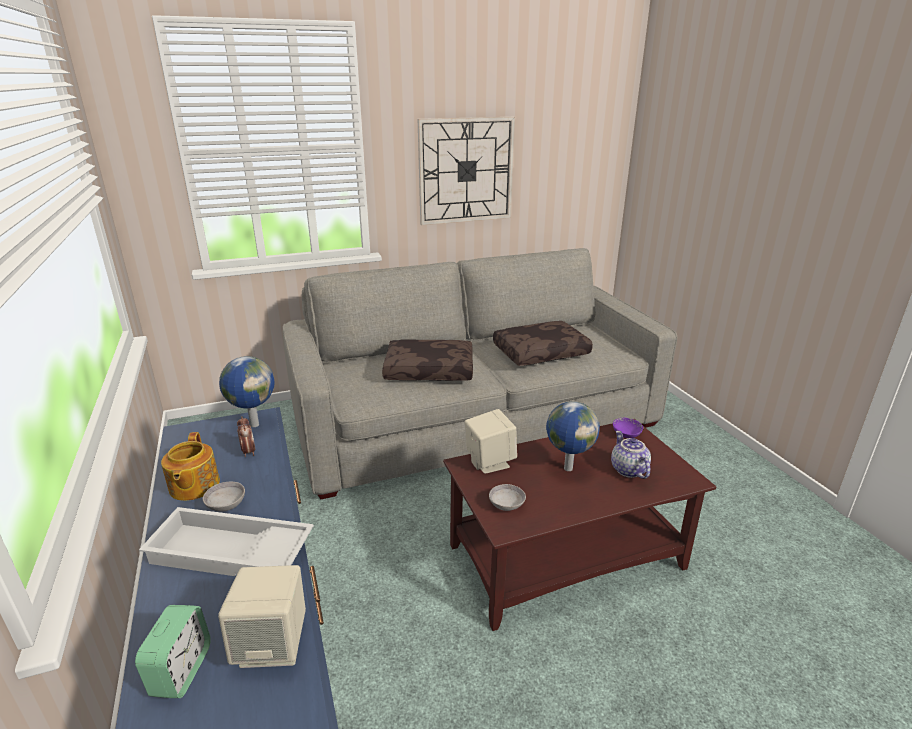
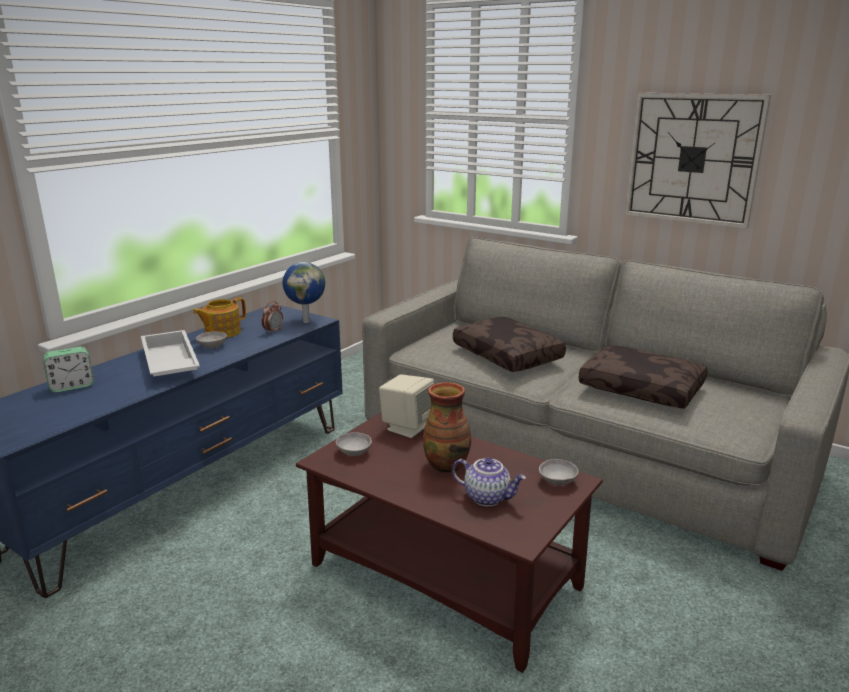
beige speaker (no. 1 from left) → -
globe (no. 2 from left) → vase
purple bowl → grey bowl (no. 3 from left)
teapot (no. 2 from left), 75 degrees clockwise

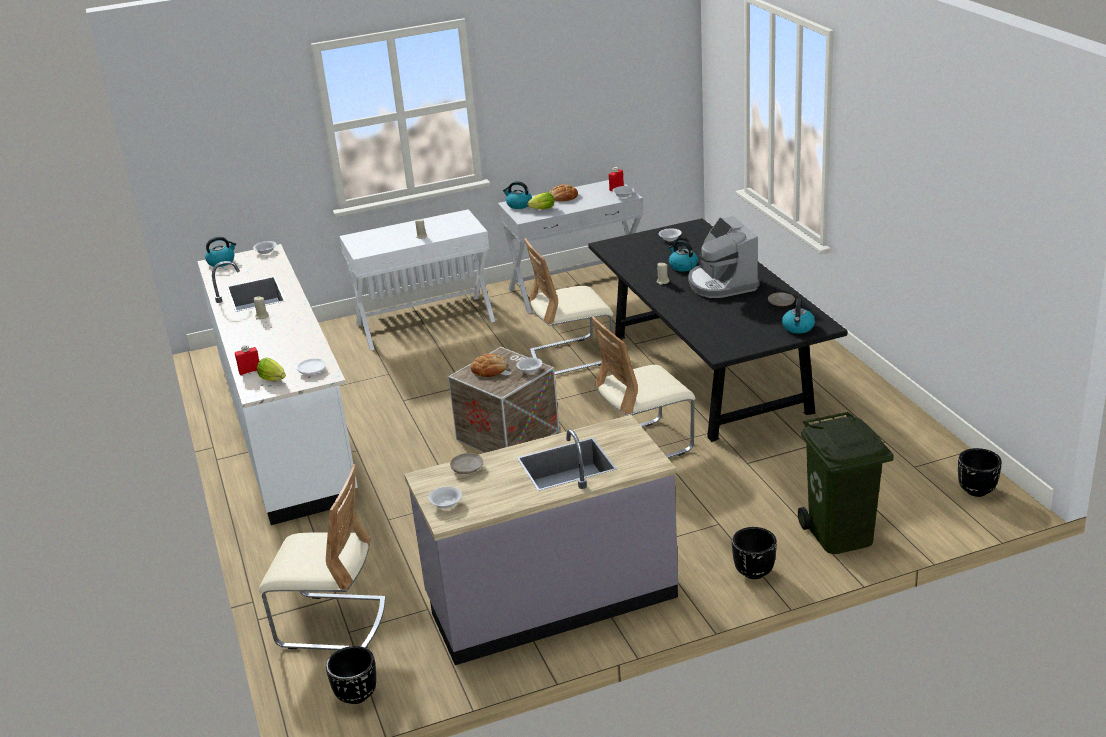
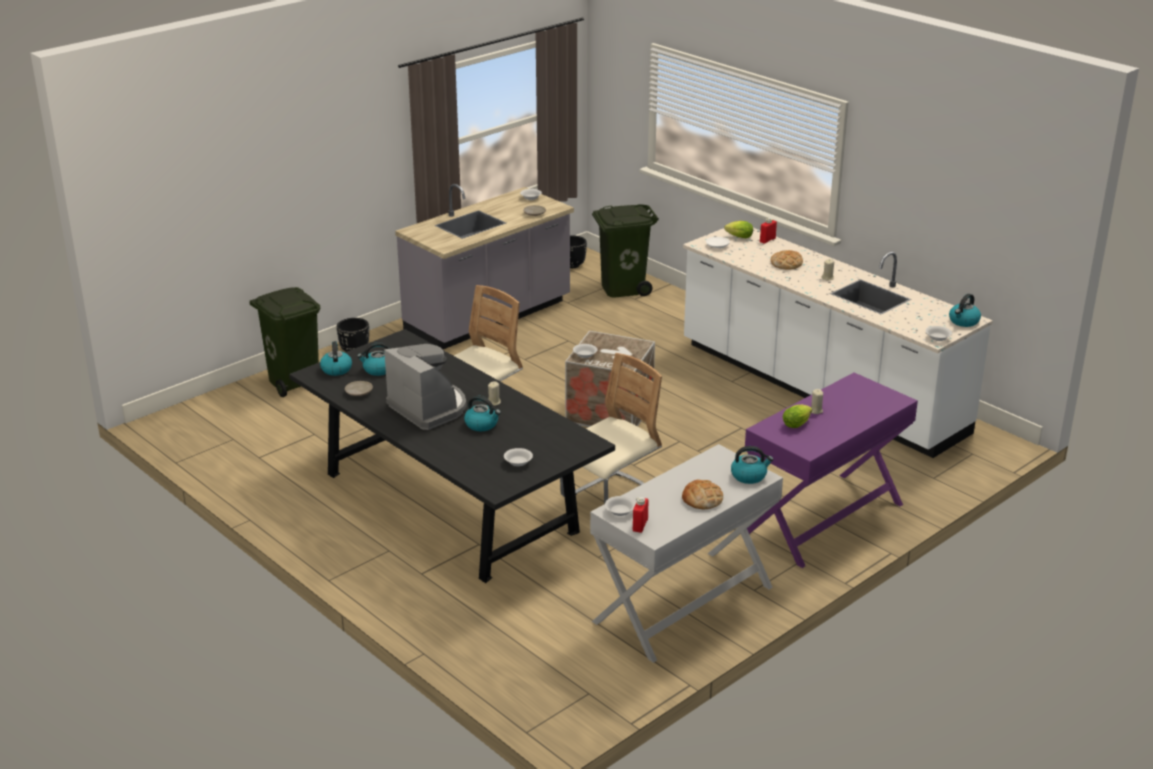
black planter (no. 3 from left) → -
- → kettle (no. 2 from left)
bread (no. 1 from left in the first image) → bread (no. 2 from left), shifted
lettuce (no. 2 from left), shifted
beige chair (no. 1 from left) → green trash can (no. 2 from left)
white console table (no. 1 from left) → purple console table

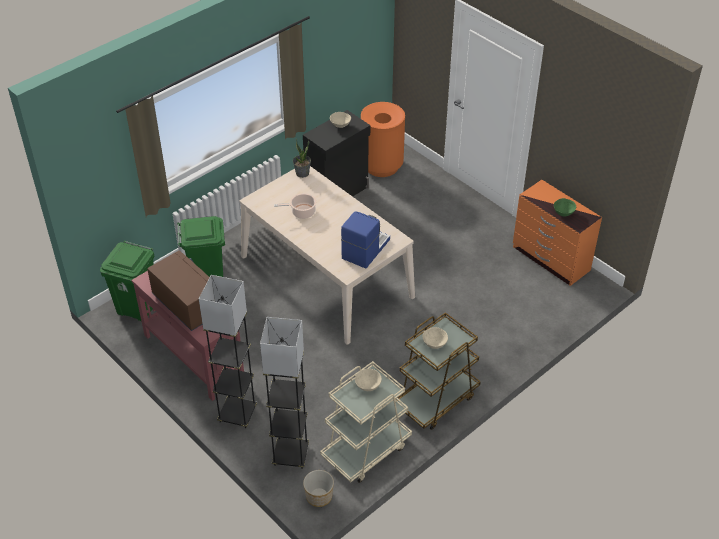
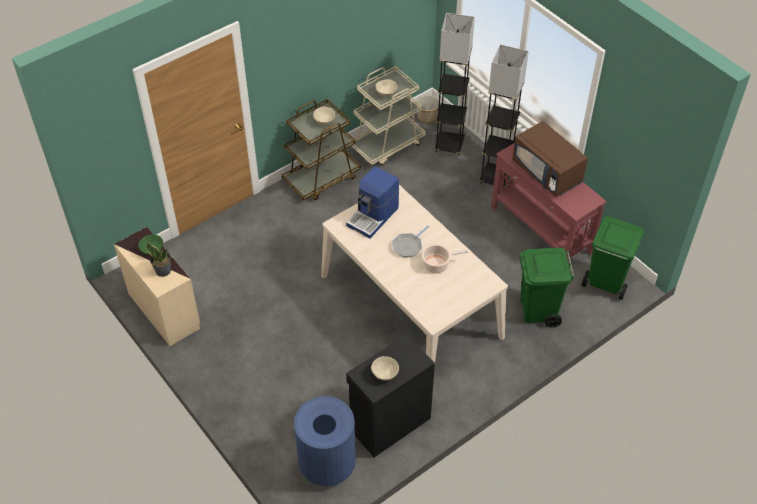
- → frying pan
potted plant, shifted
orange trash can → blue trash can
orange dresser → beige dresser

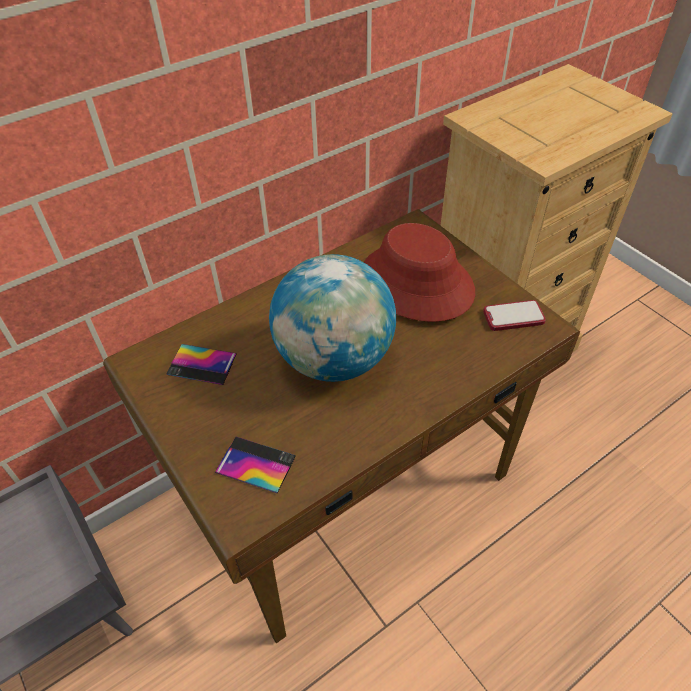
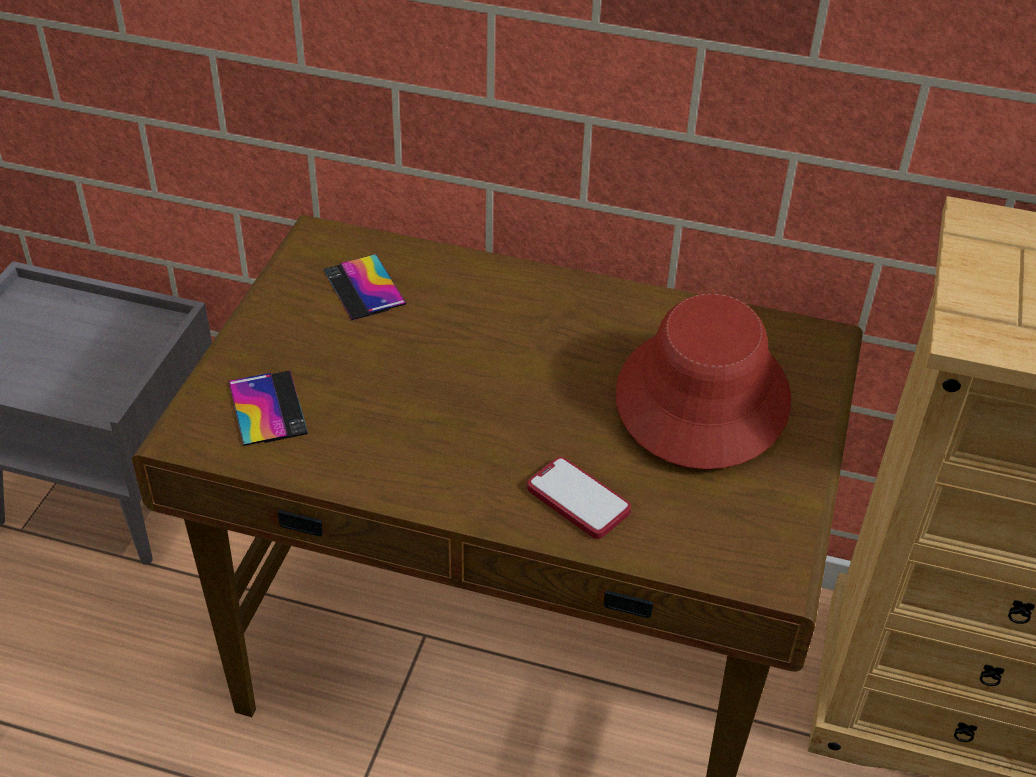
globe → -
phone (no. 3 from left), shifted

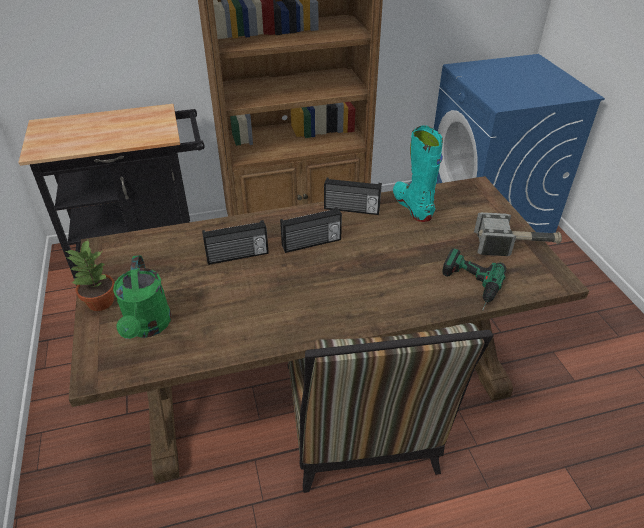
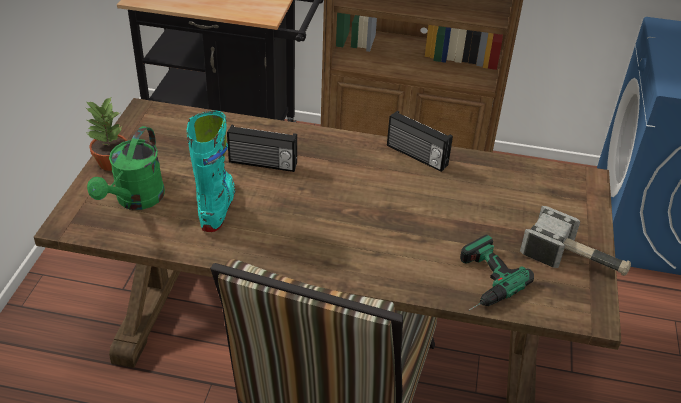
radio (no. 2 from left) → -
turquoise boot, shifted

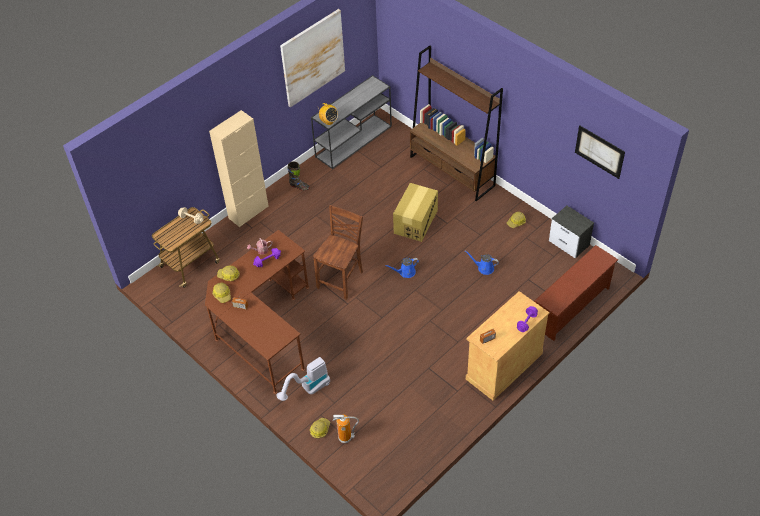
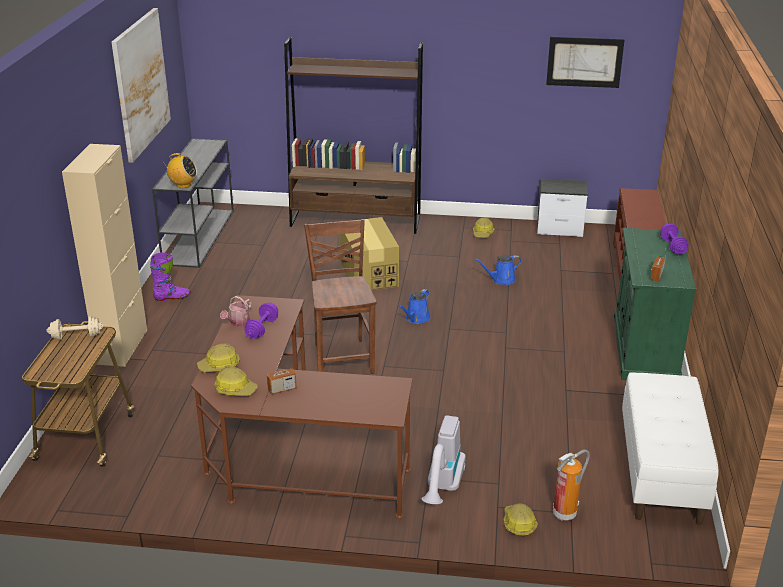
- → white bench
black boot → purple boot
beige cabinet (no. 2 from left) → green cabinet

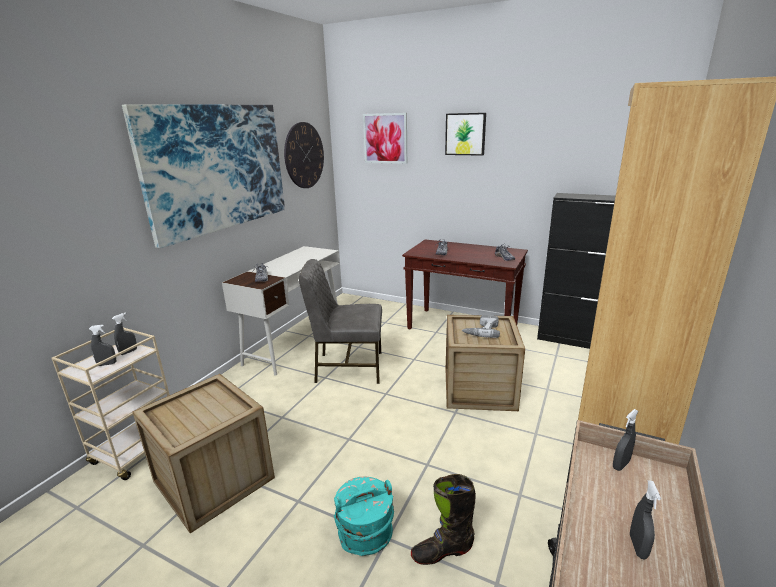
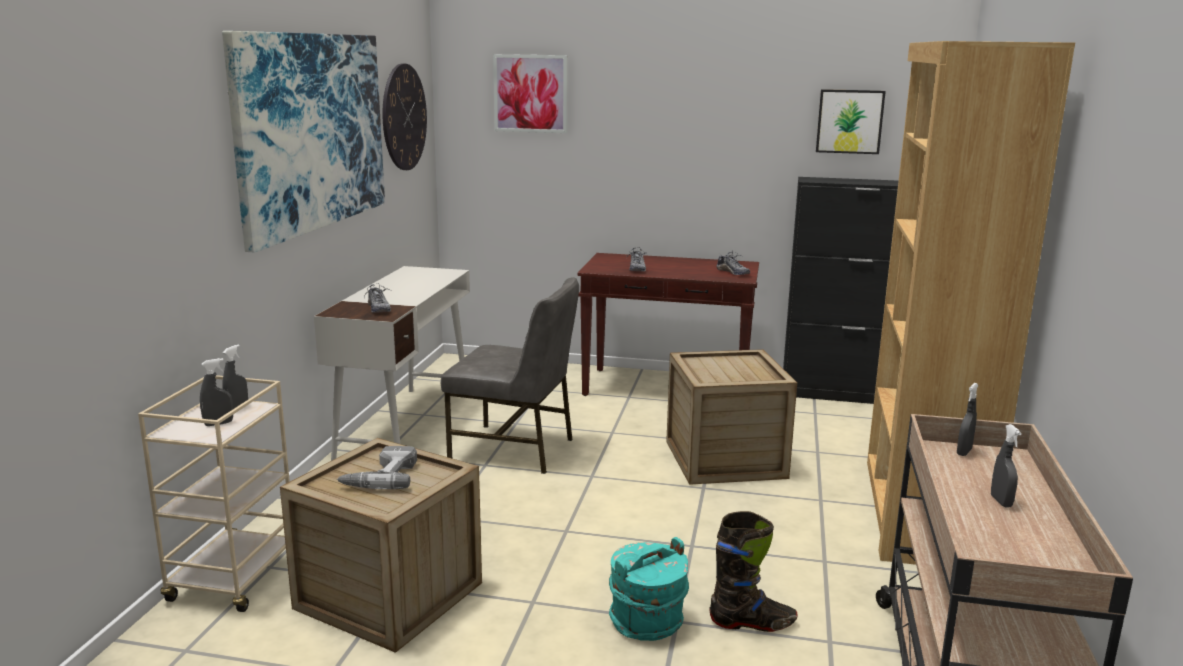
picture (no. 3 from left), shifted
power drill, shifted
grey chair, 150 degrees counterclockwise
black boot, 150 degrees counterclockwise

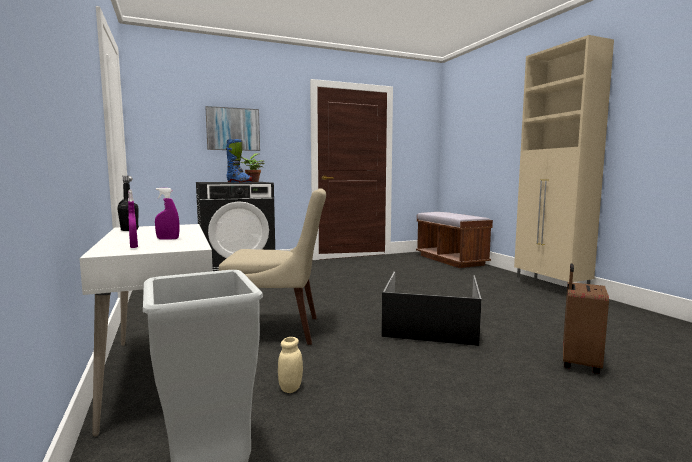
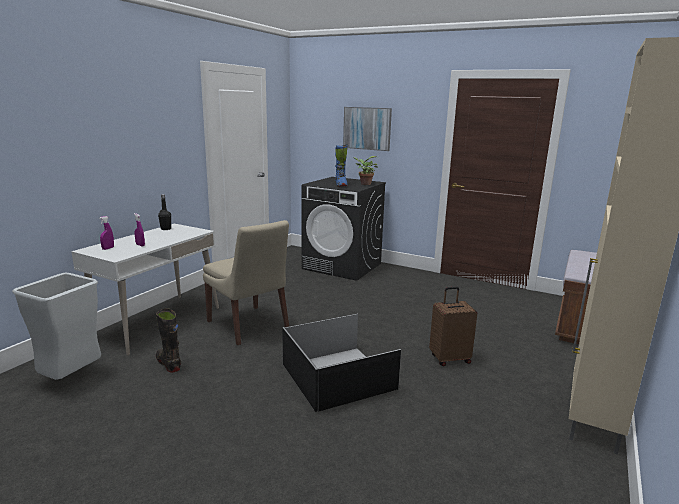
brown suitcase, shifted
beige jar → black boot

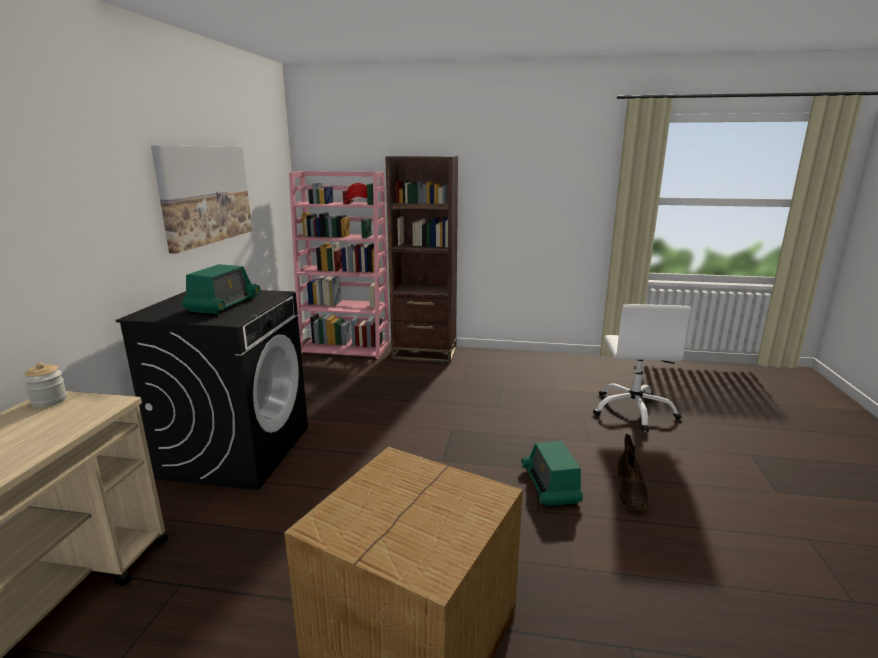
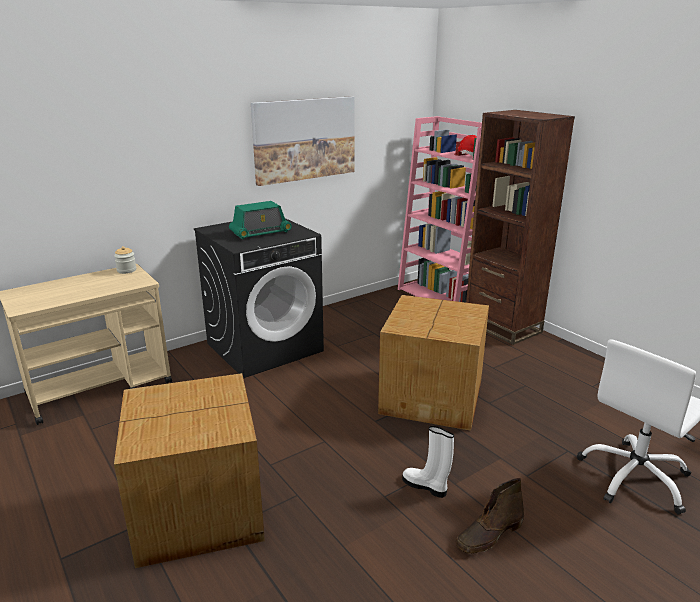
- → cardboard box (no. 2 from left)
radio (no. 2 from left) → white boot

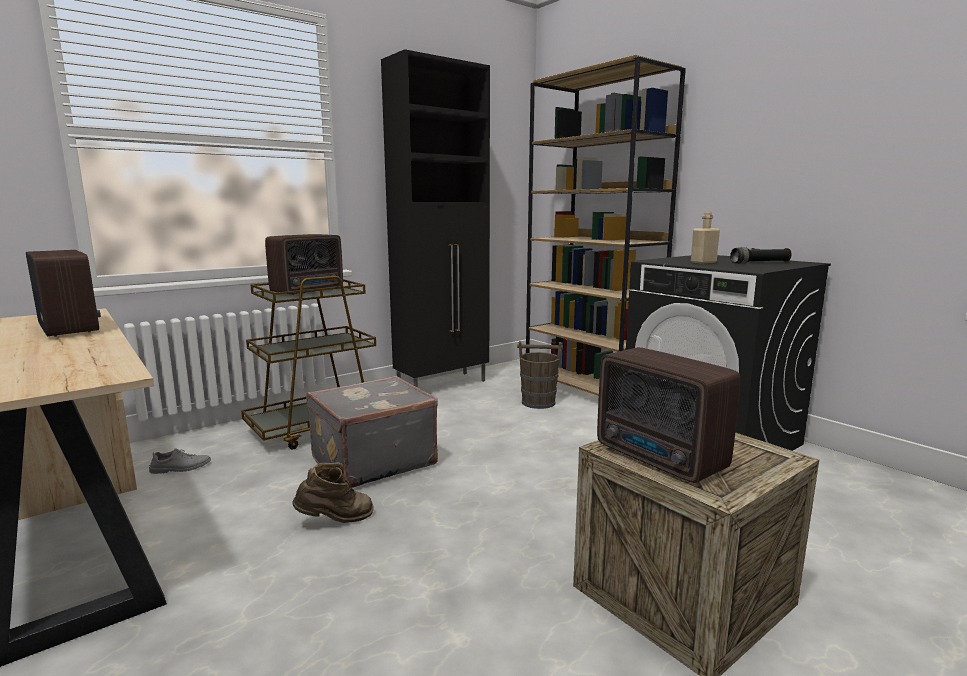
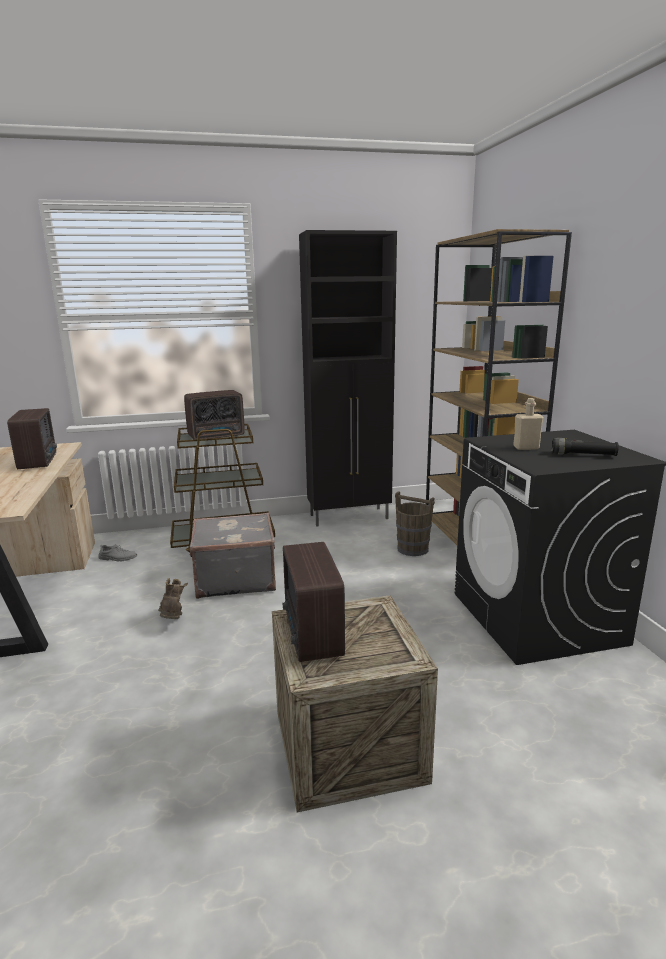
brown boot, 105 degrees counterclockwise

